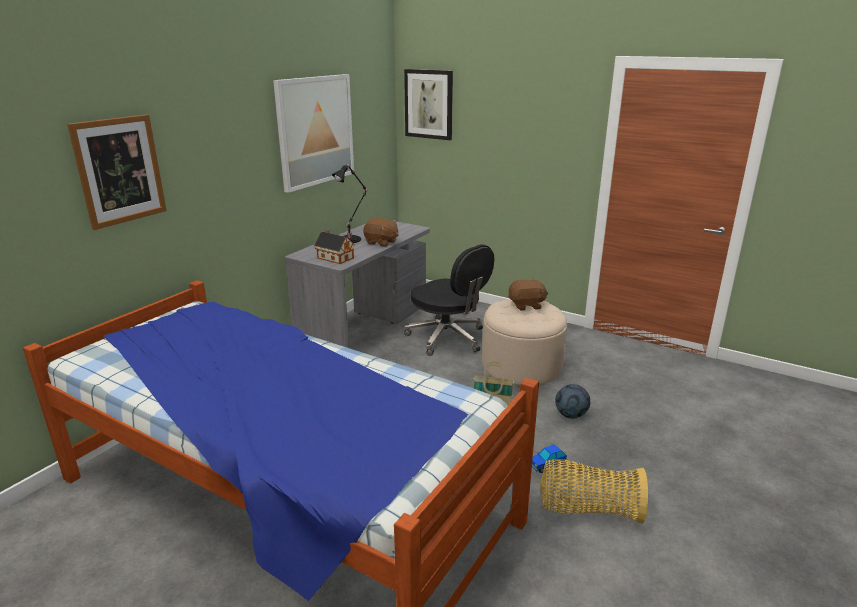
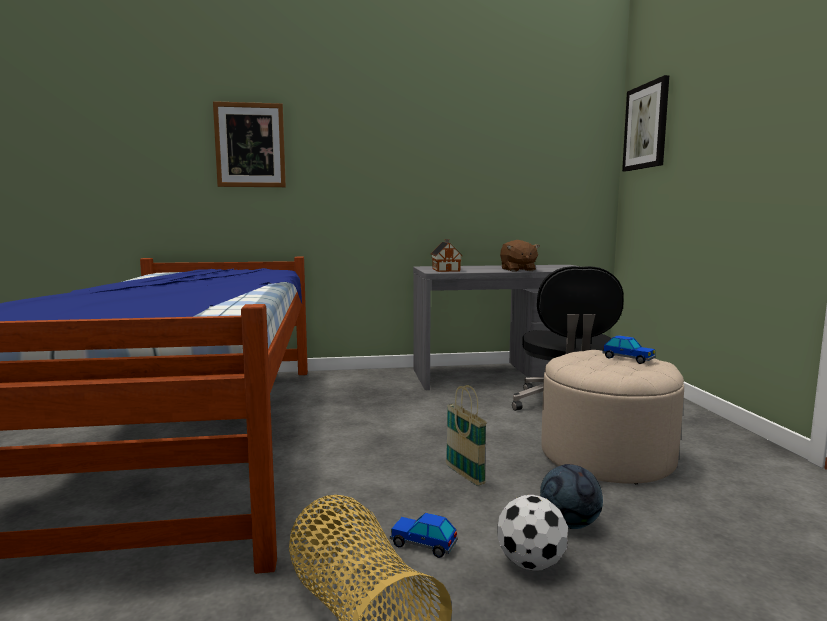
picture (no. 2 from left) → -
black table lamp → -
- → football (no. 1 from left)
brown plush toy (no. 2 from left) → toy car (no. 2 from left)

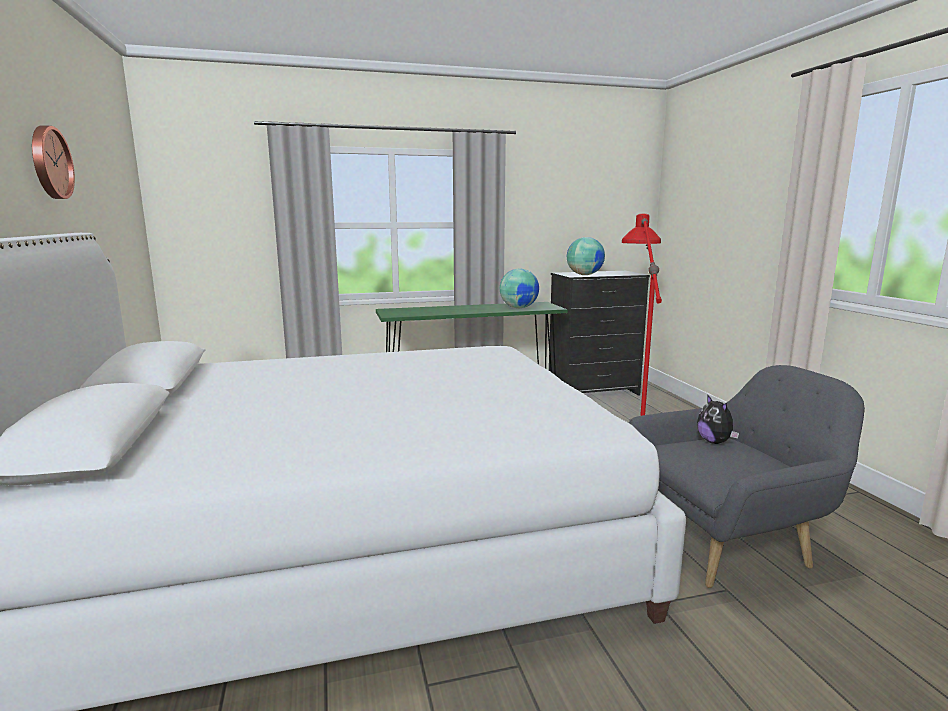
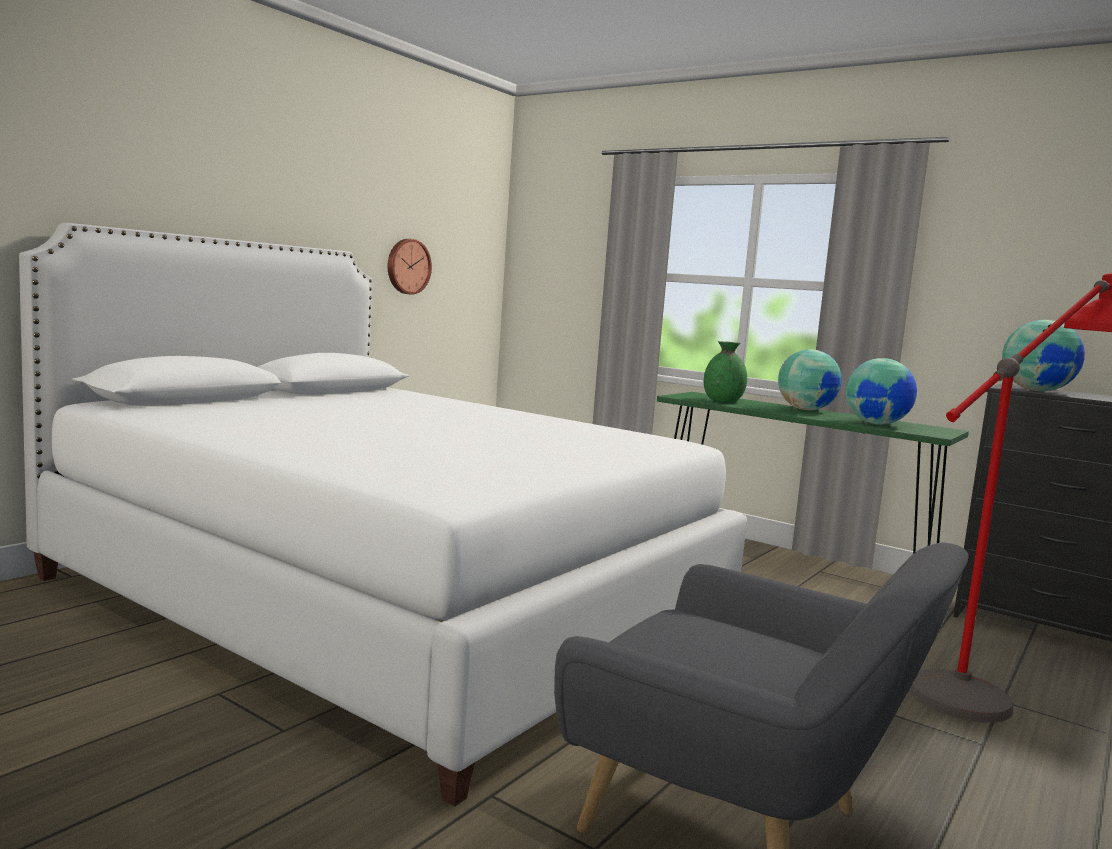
plush toy → -
- → green vase
- → globe (no. 1 from left)
wall clock, shifted

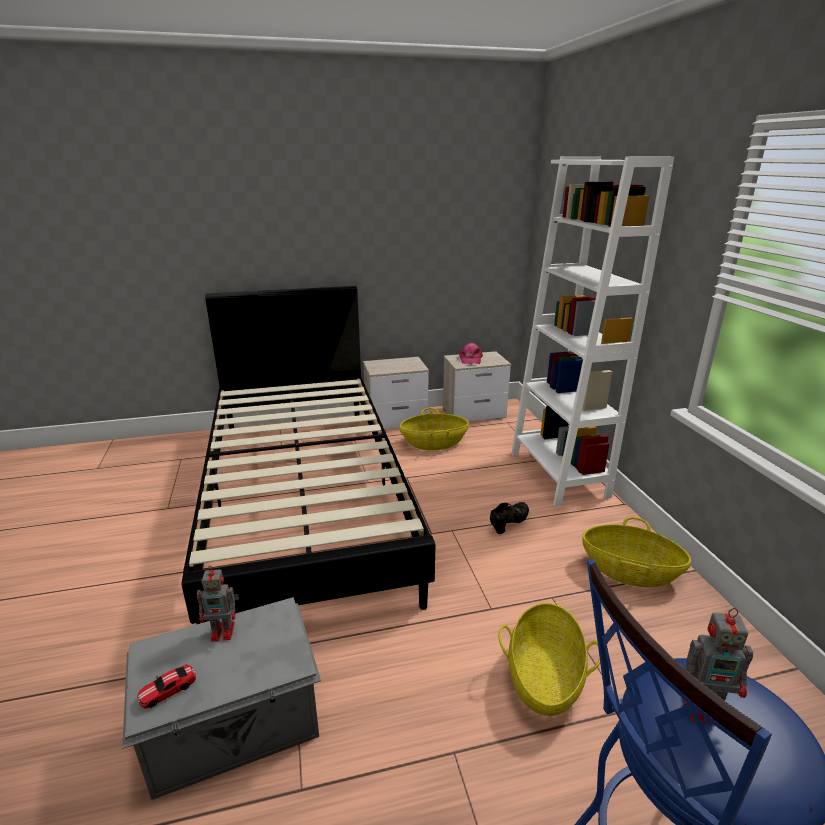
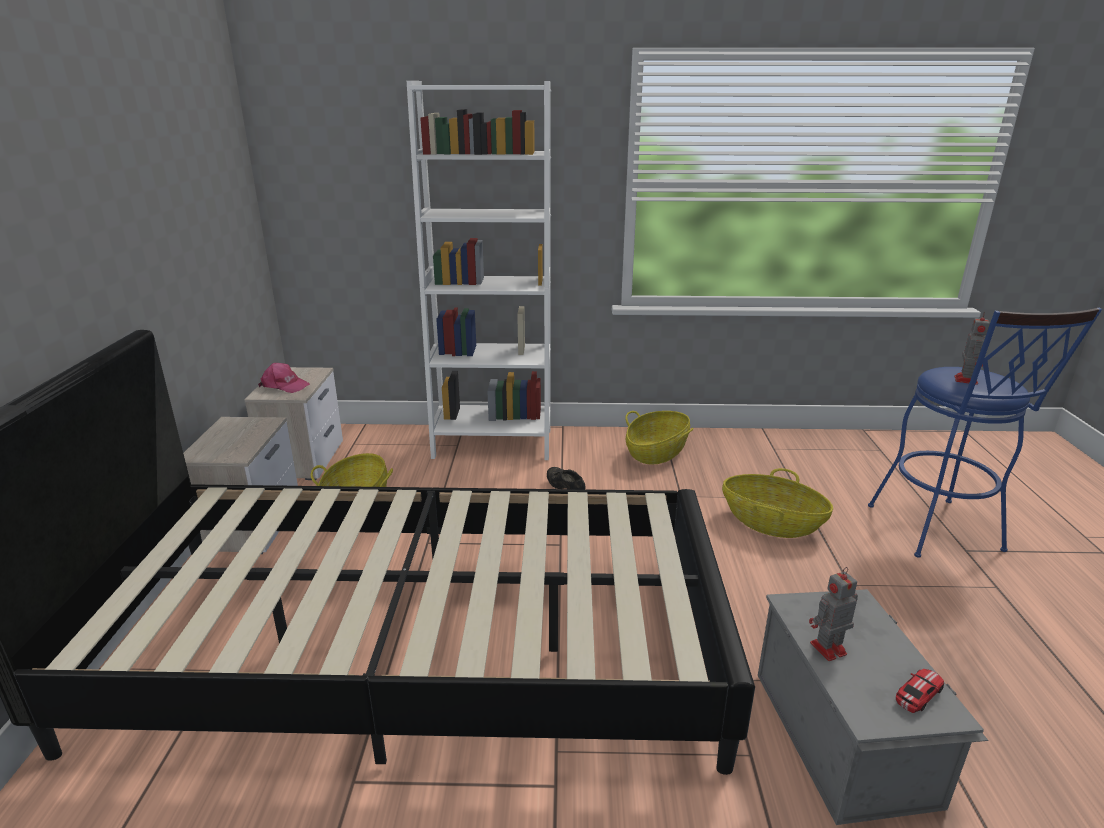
toy car, 105 degrees counterclockwise
toy robot (no. 1 from left), 120 degrees counterclockwise

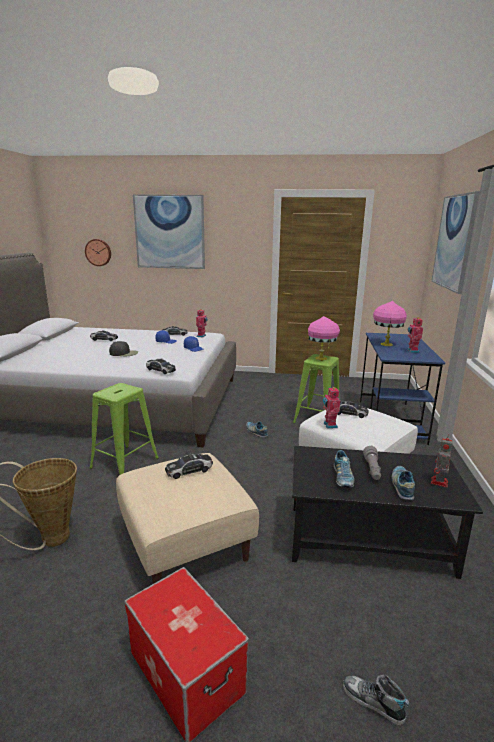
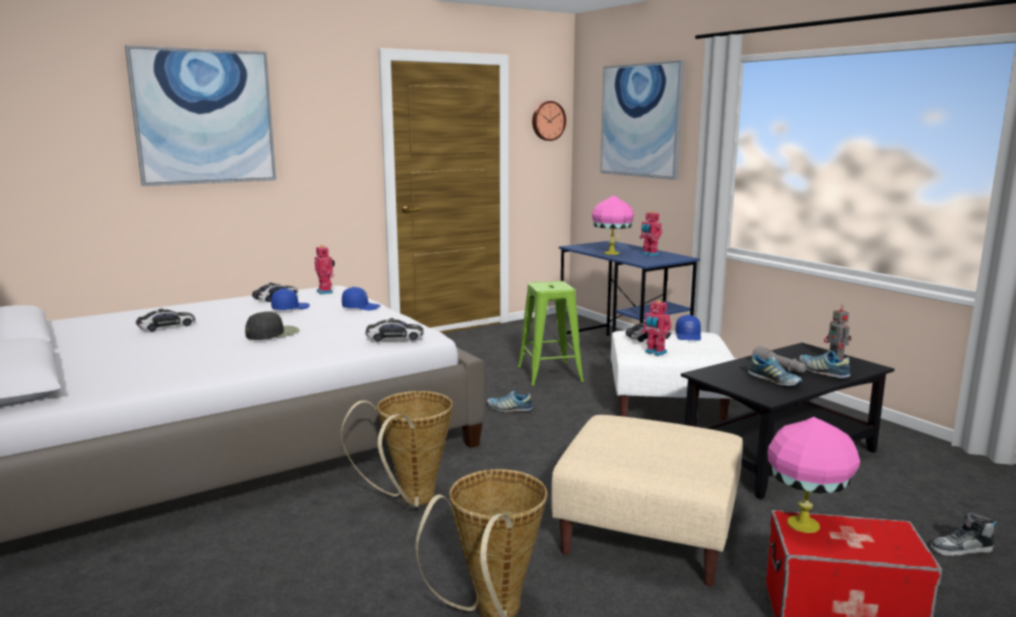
toy car (no. 4 from left) → -
- → blue cap (no. 3 from left)
wall clock, shifted
pink table lamp (no. 1 from left in the first image) → pink table lamp (no. 2 from left), shifted
green stool (no. 1 from left) → basket (no. 1 from left)

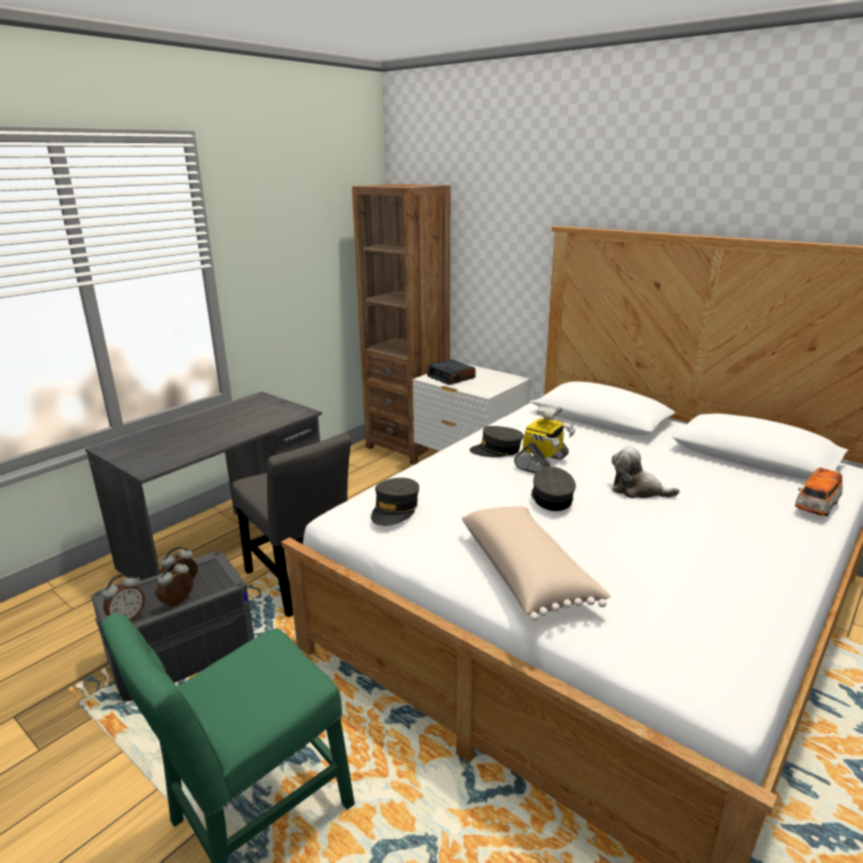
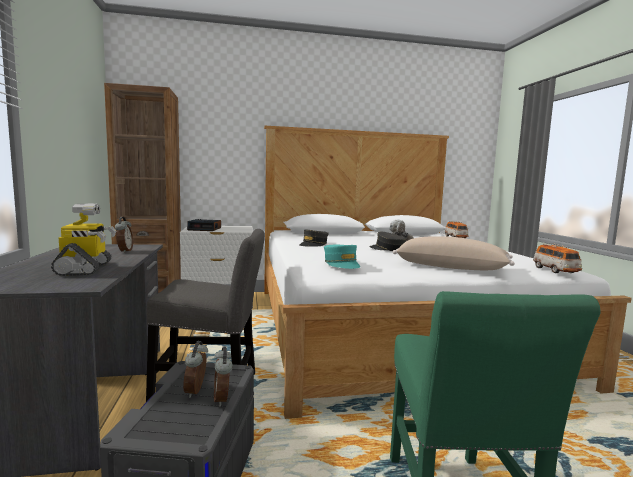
- → toy car (no. 2 from left)
alarm clock (no. 1 from left), shifted
toy robot, shifted
grey cap (no. 1 from left) → turquoise cap

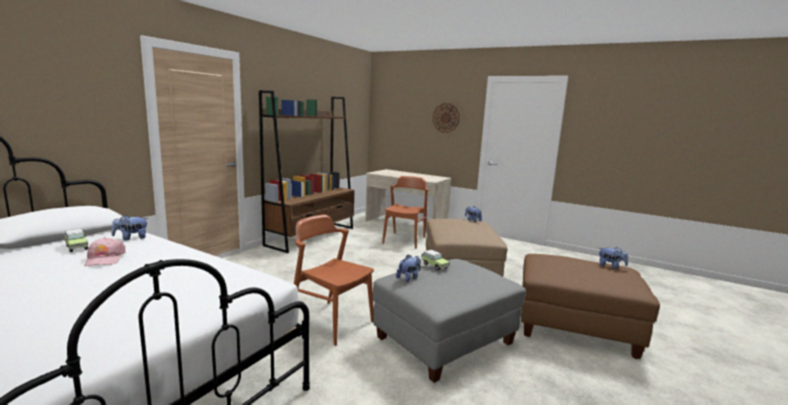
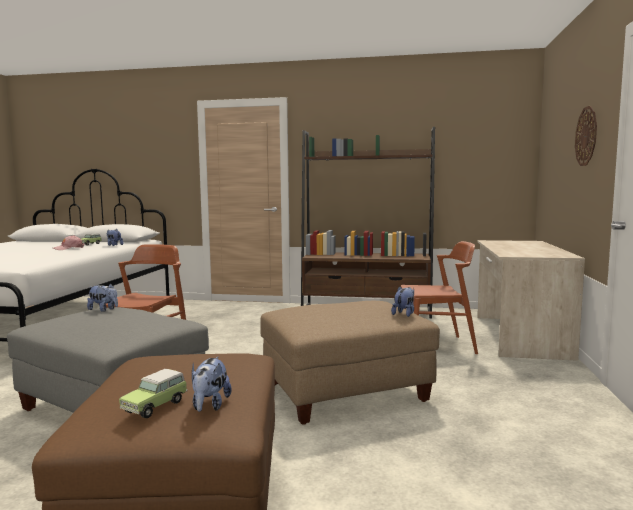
toy car (no. 2 from left), shifted

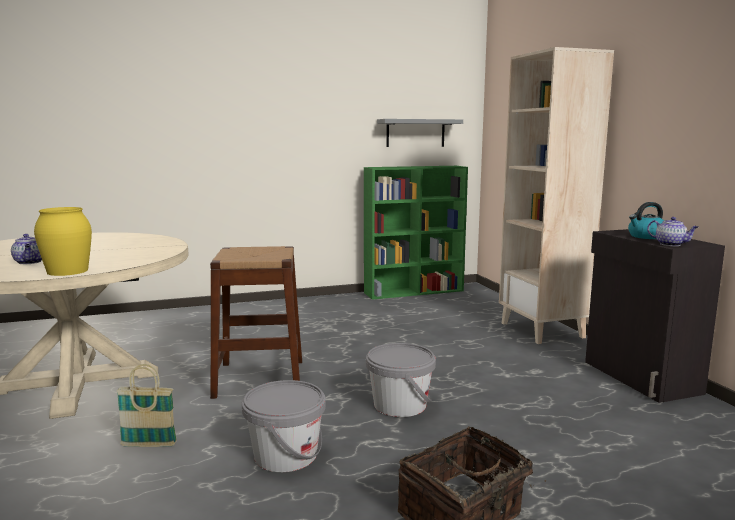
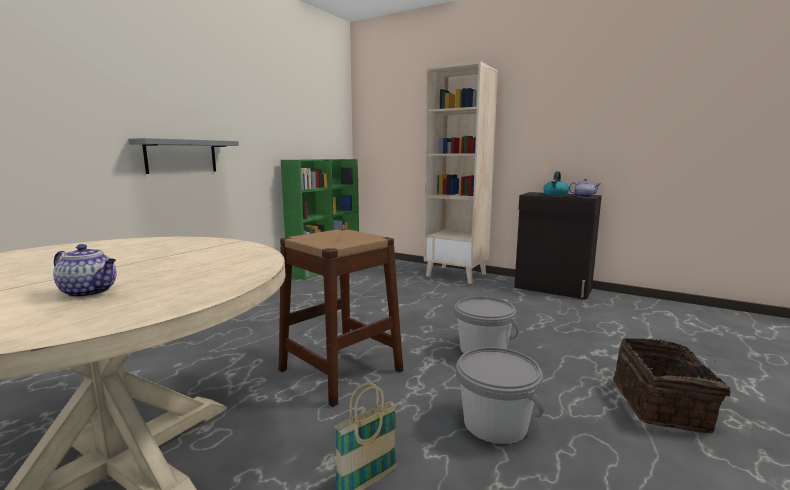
yellow vase → -
grey shelf, shifted

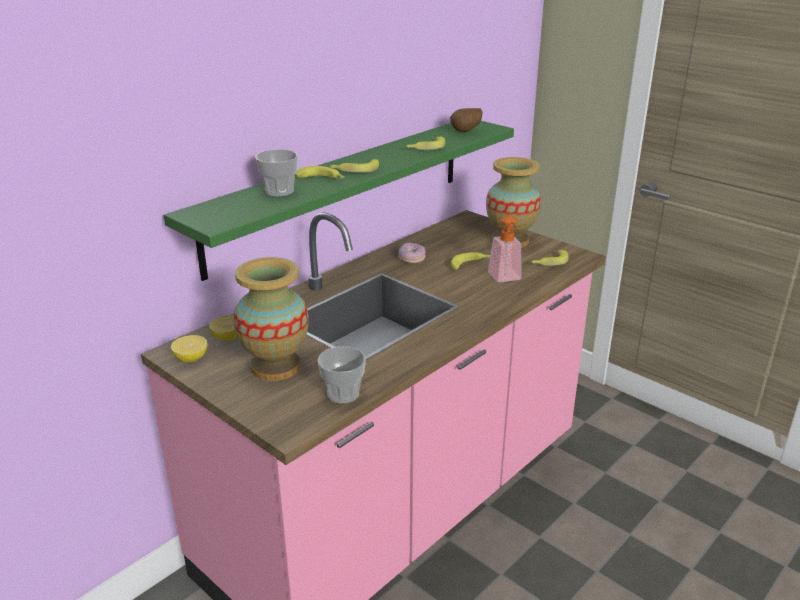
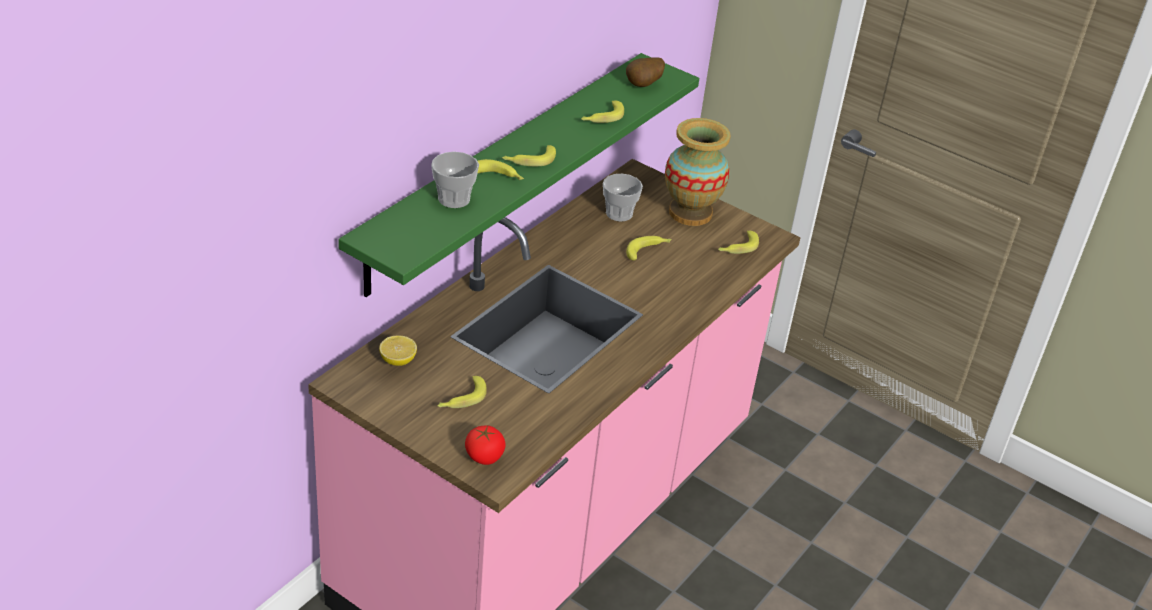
lemon (no. 1 from left) → -
donut → -
soap dispenser → -
- → tomato
cup (no. 2 from left), shifted
vase (no. 1 from left) → banana (no. 1 from left)

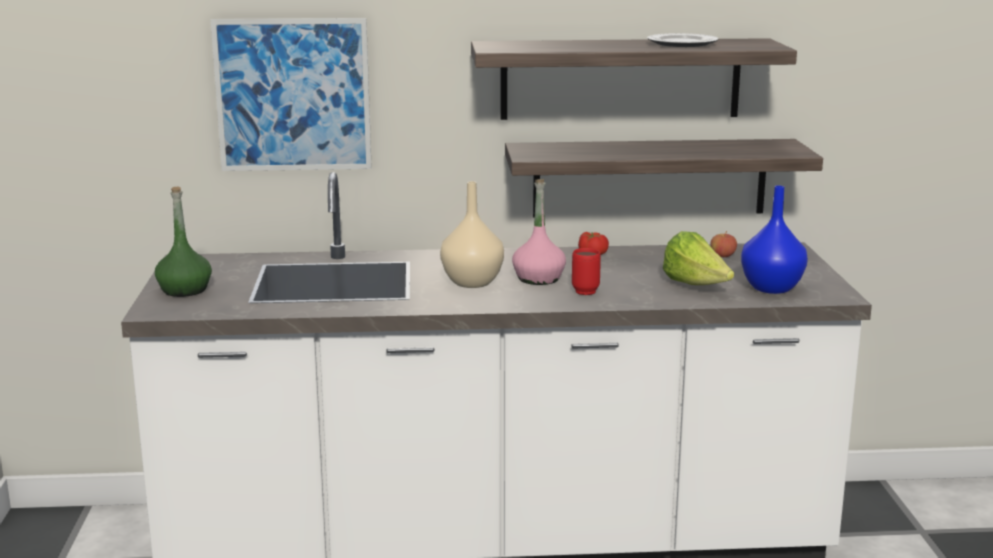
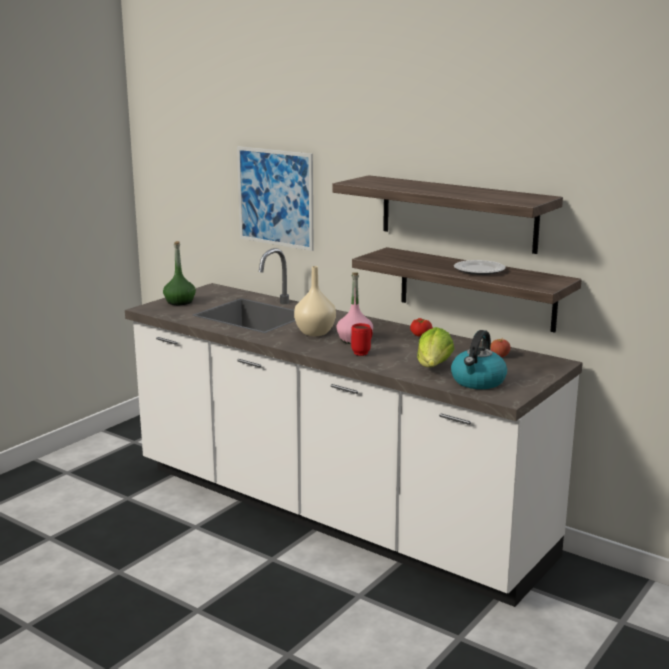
plate, shifted
blue vase → kettle

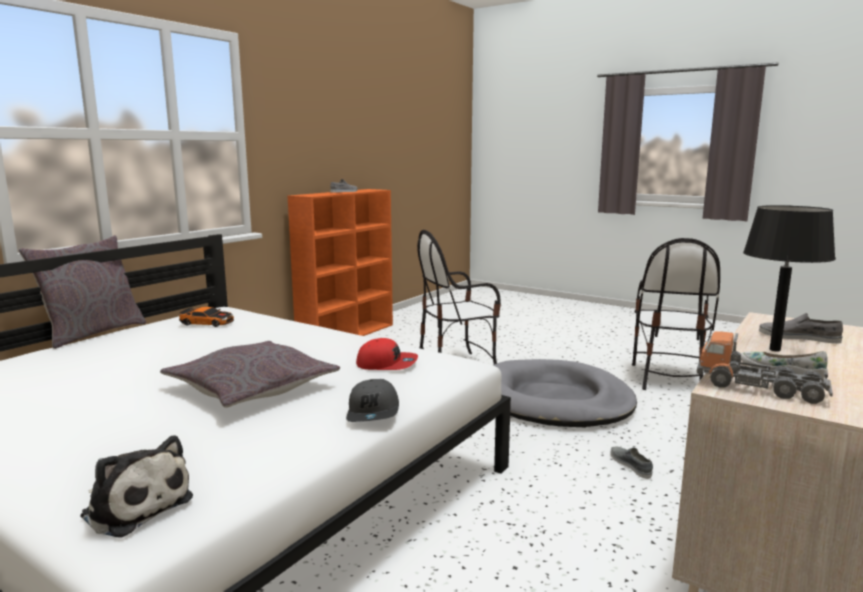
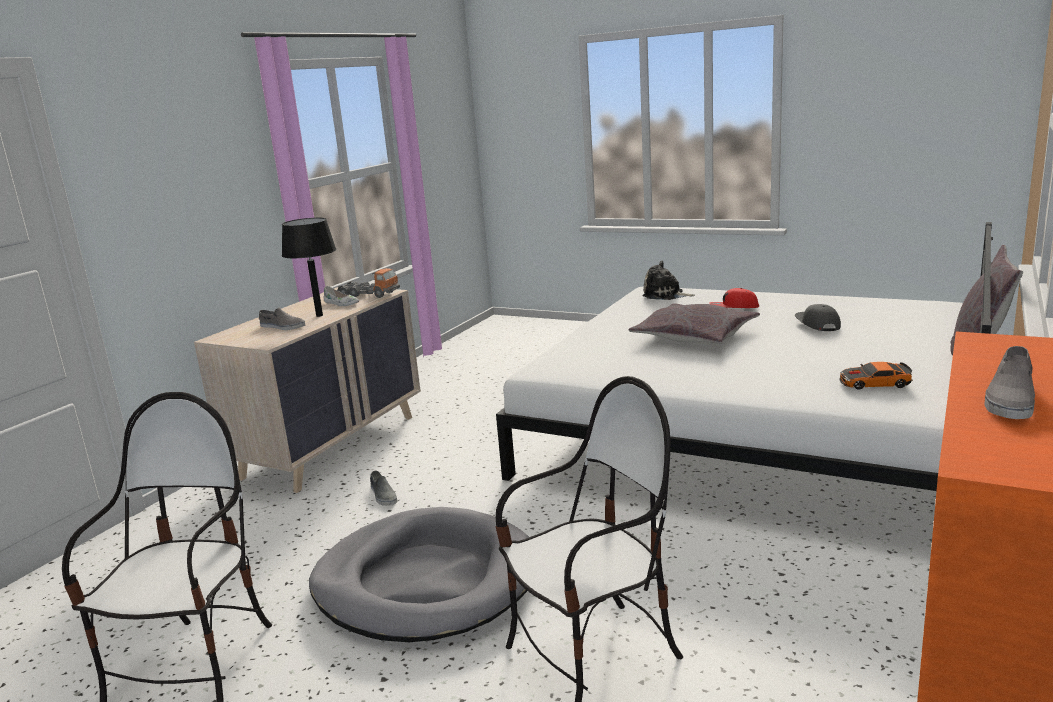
grey cap, shifted
red cap, shifted

